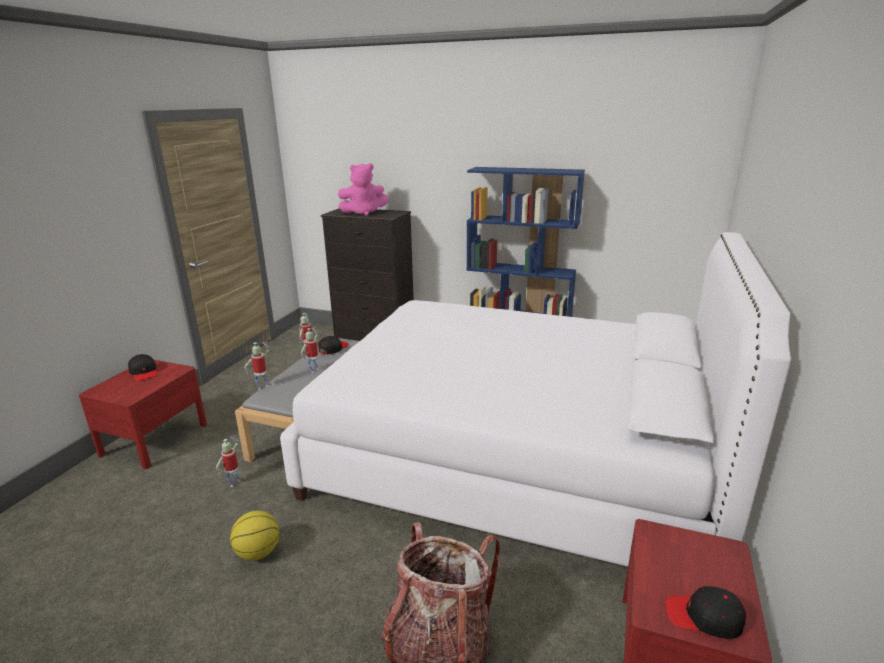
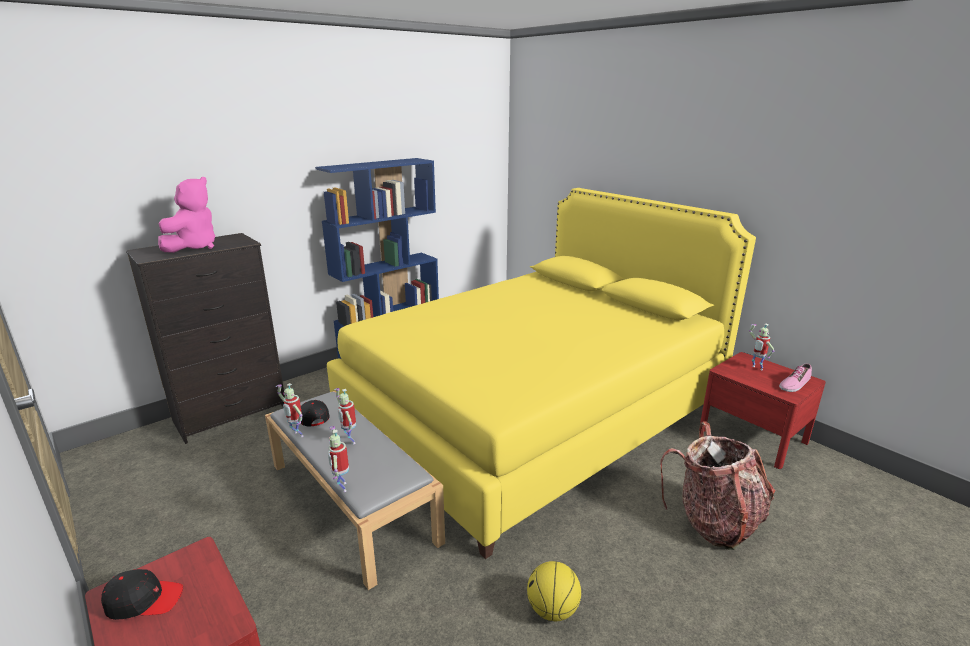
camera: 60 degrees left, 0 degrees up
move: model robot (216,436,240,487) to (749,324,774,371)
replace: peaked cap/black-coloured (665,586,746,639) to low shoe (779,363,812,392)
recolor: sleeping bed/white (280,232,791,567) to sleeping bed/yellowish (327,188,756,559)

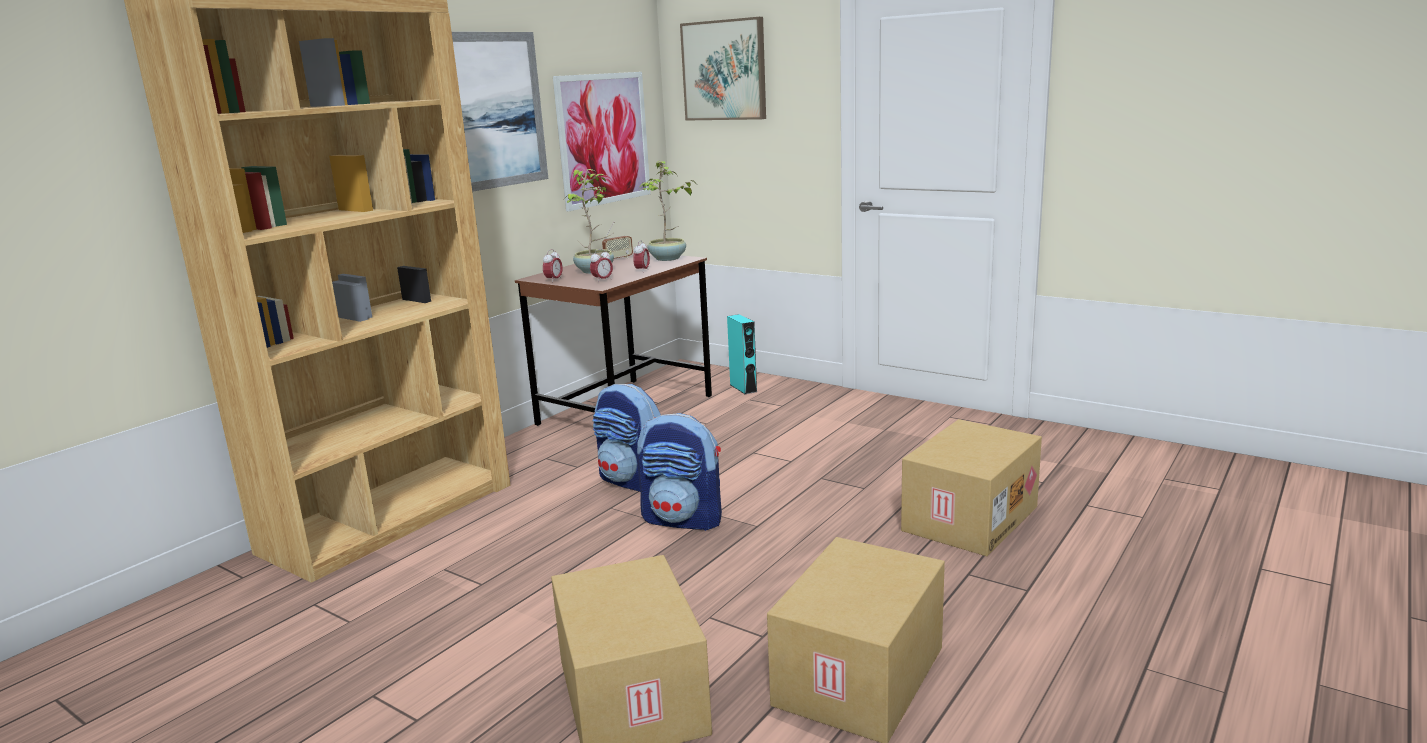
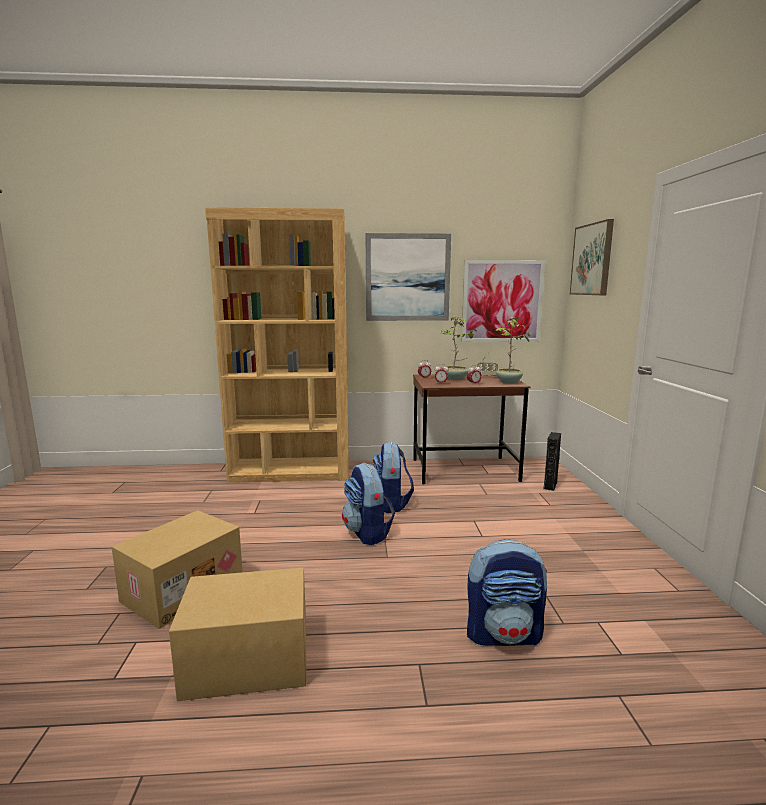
camera: 50 degrees right, 5 degrees down
replace: carton (901,419,1042,556) to backpack (467,539,547,646)
recolor: loudspeaker/blue-green (727,314,757,394) to loudspeaker/black-coloured (544,432,561,491)

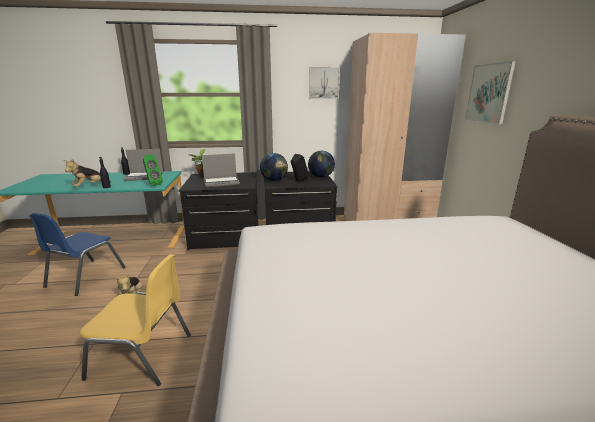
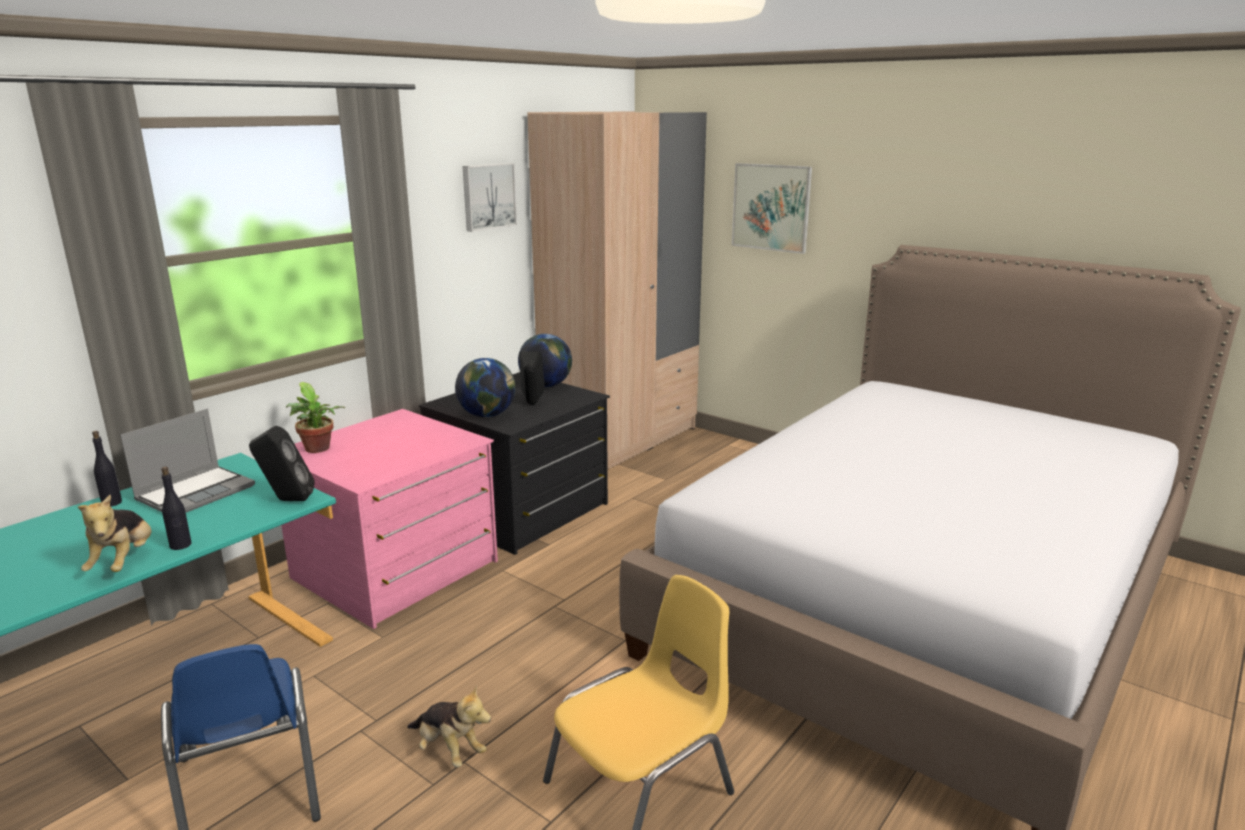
camera: 45 degrees left, 0 degrees up
delete: laptop (202,153,240,187)
recolor: loudspeaker/green-coloured (143,155,163,186) to loudspeaker/black-coloured (249,426,315,501); dresser/black-coloured (178,172,258,250) to dresser/pink-coloured (281,409,498,629)

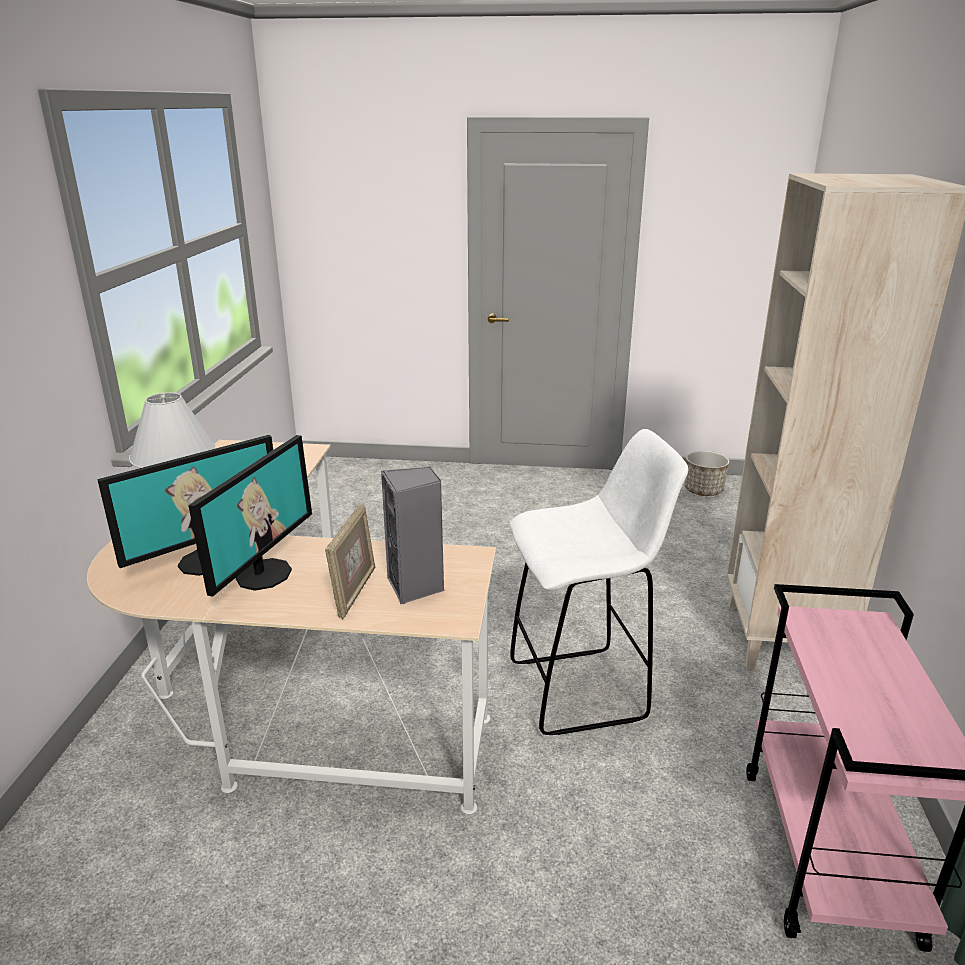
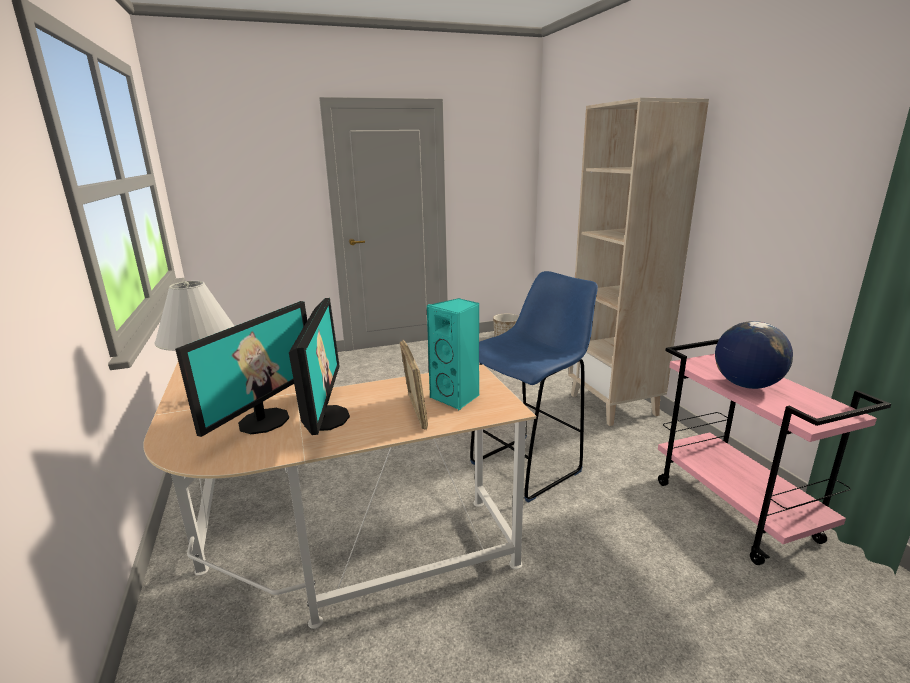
camera: 25 degrees left, 5 degrees down
insert: world globe (715,321,793,389)
recolor: stool/white (509,429,688,739) to stool/bluish (470,271,598,503); loudspeaker/greyish (381,467,444,604) to loudspeaker/blue-green (427,298,479,410)

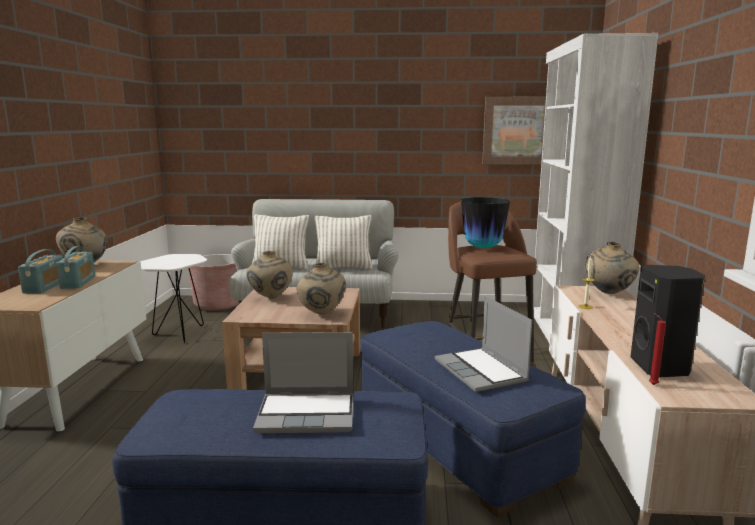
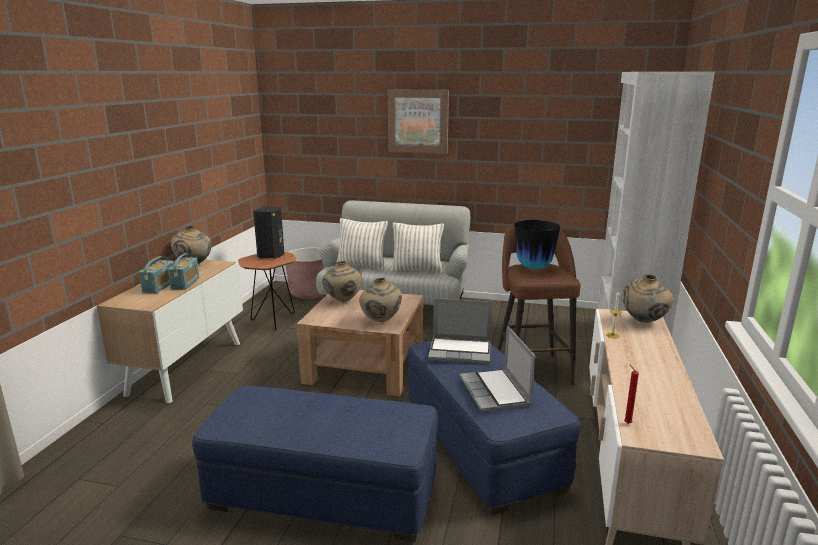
camera: 10 degrees right, 5 degrees up
move: wall picture (482,97,546,165) to (388,89,449,154); loudspeaker/black-coloured (630,265,705,377) to (253,206,284,259); laptop (253,332,354,433) to (428,298,493,364)
recolor: end table/white (140,254,207,343) to end table/brown-coloured (238,252,297,330)

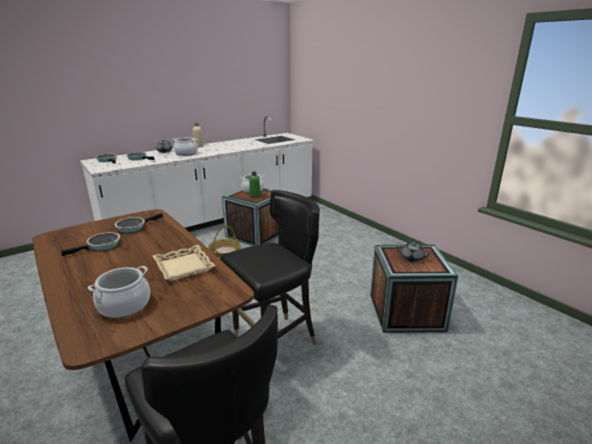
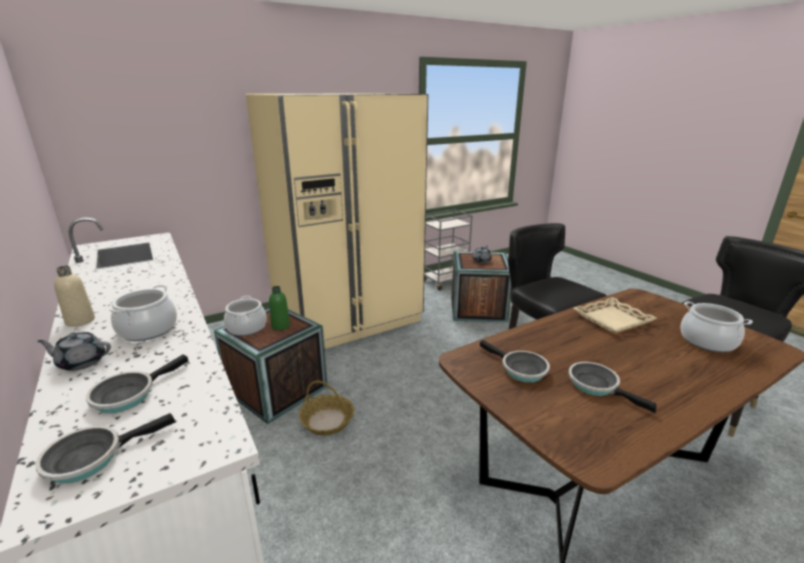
camera: 85 degrees left, 0 degrees up
insert: fridge/sand-coloured (246,93,428,349); cart/greyish (424,209,472,290)

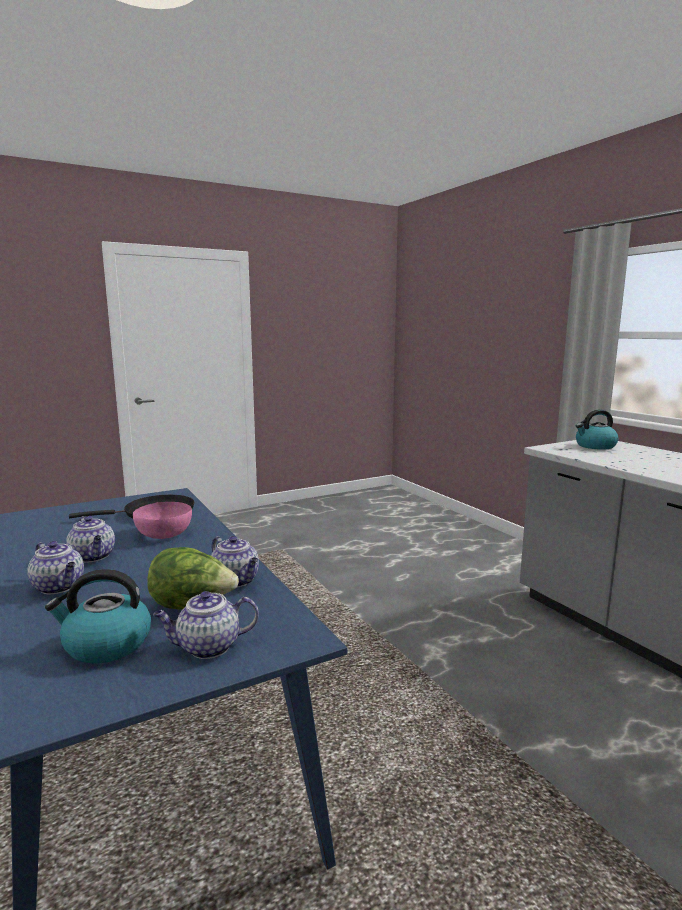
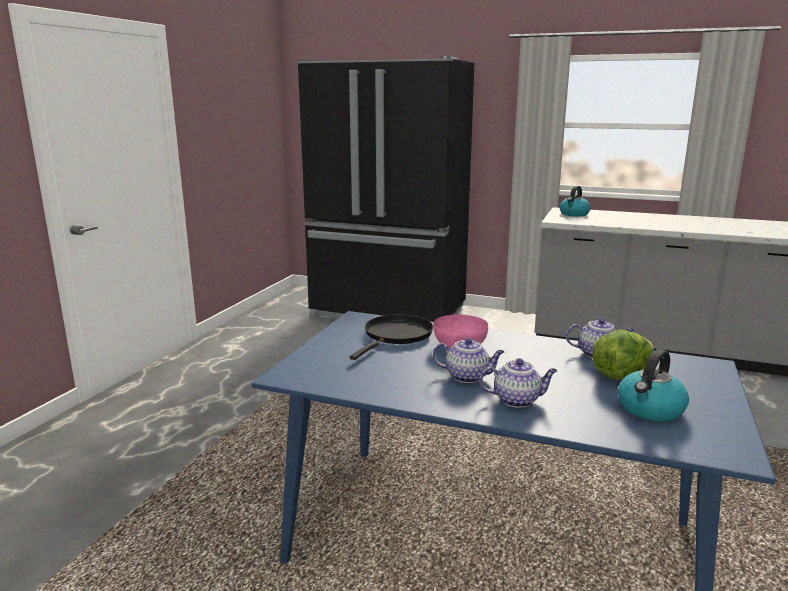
camera: 40 degrees left, 5 degrees up
delete: tea pot (153,591,259,659)
insert: fridge/black-coloured (297,56,475,322)

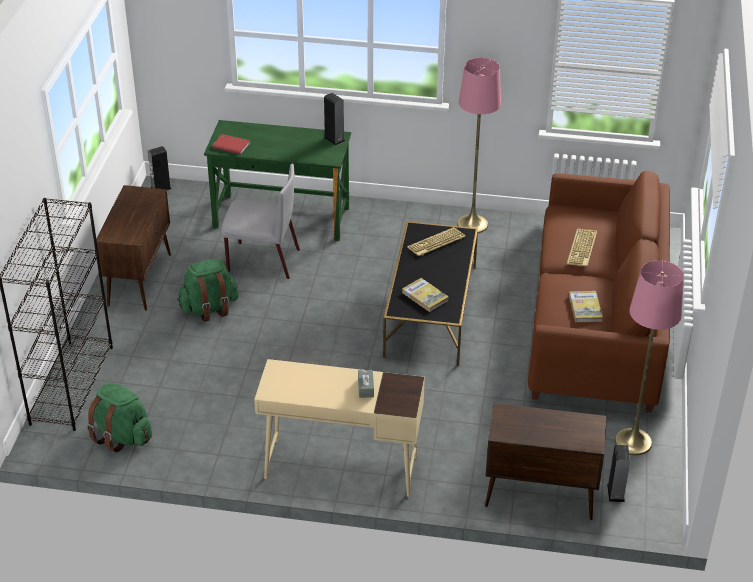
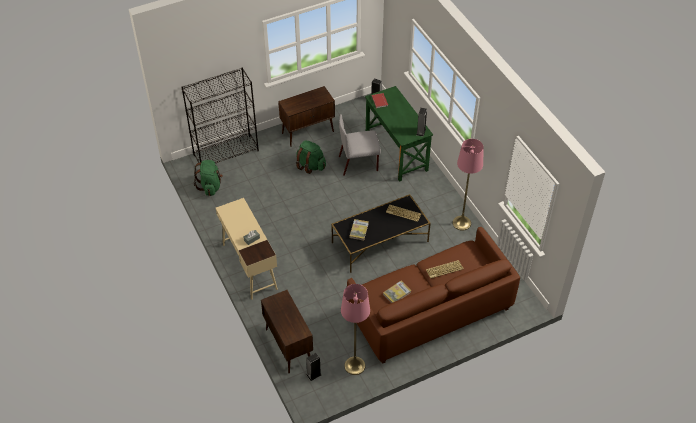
camera: 55 degrees right, 10 degrees up
rotate: chair/greyish (221,164,300,279) = (339,114,381,176) 105 degrees clockwise

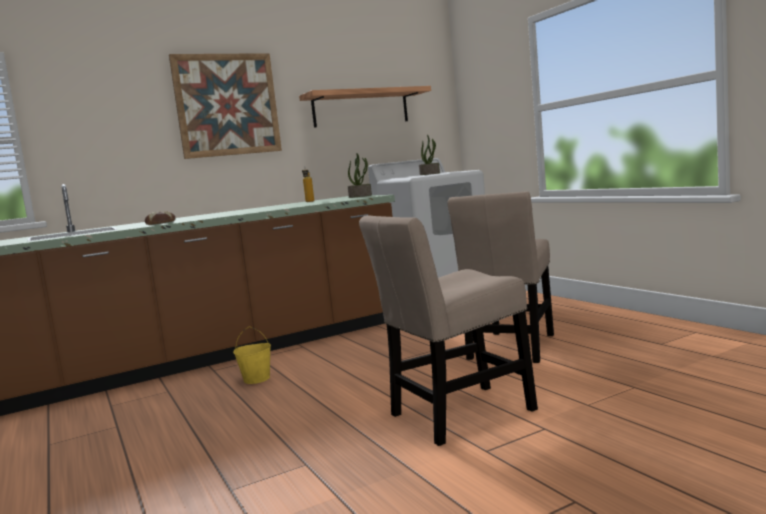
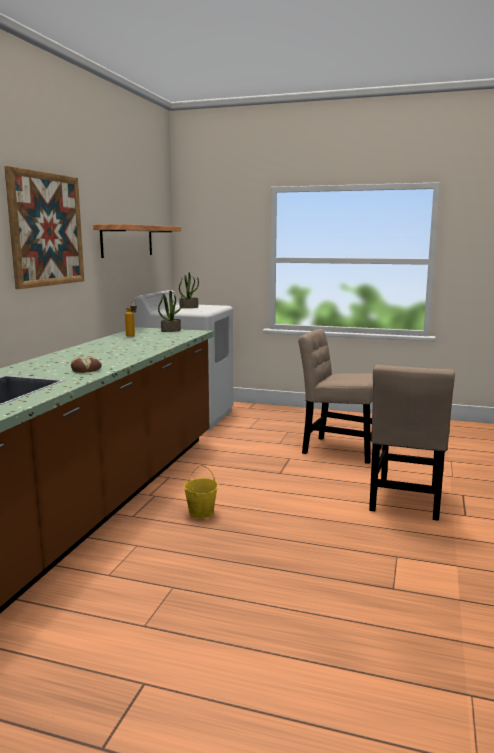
camera: 45 degrees left, 5 degrees up
rotate: chair/sand-coloured (447,191,554,363) = (298,329,381,464) 135 degrees clockwise

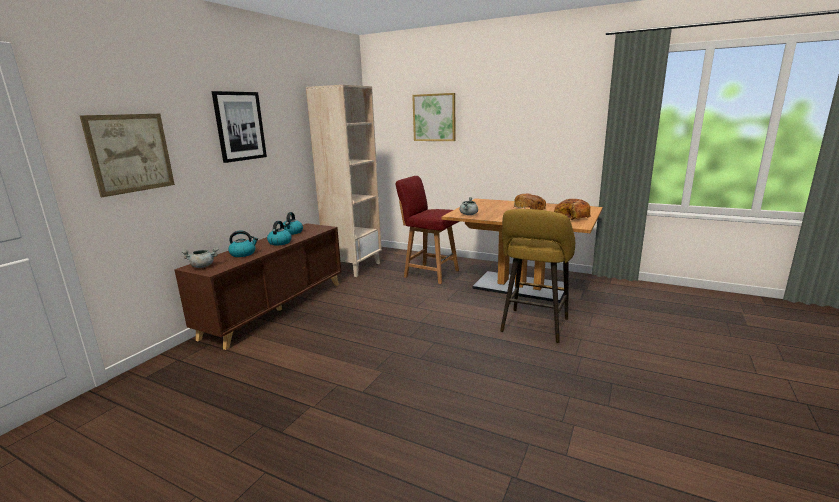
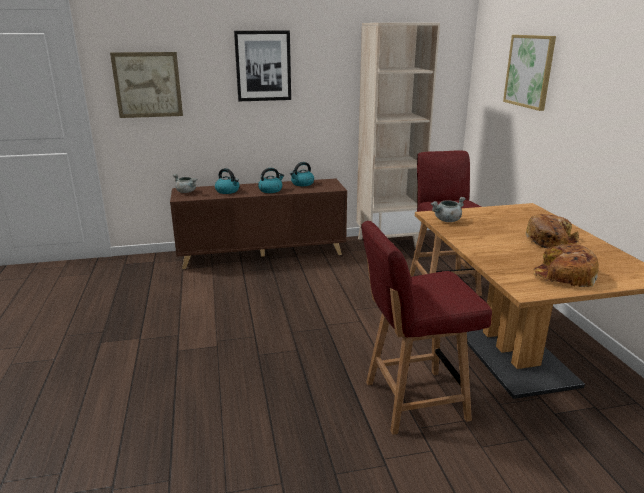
camera: 50 degrees right, 5 degrees up
replace: stool/yellowish (500,209,575,343) to chair/reddish (361,221,492,435)

